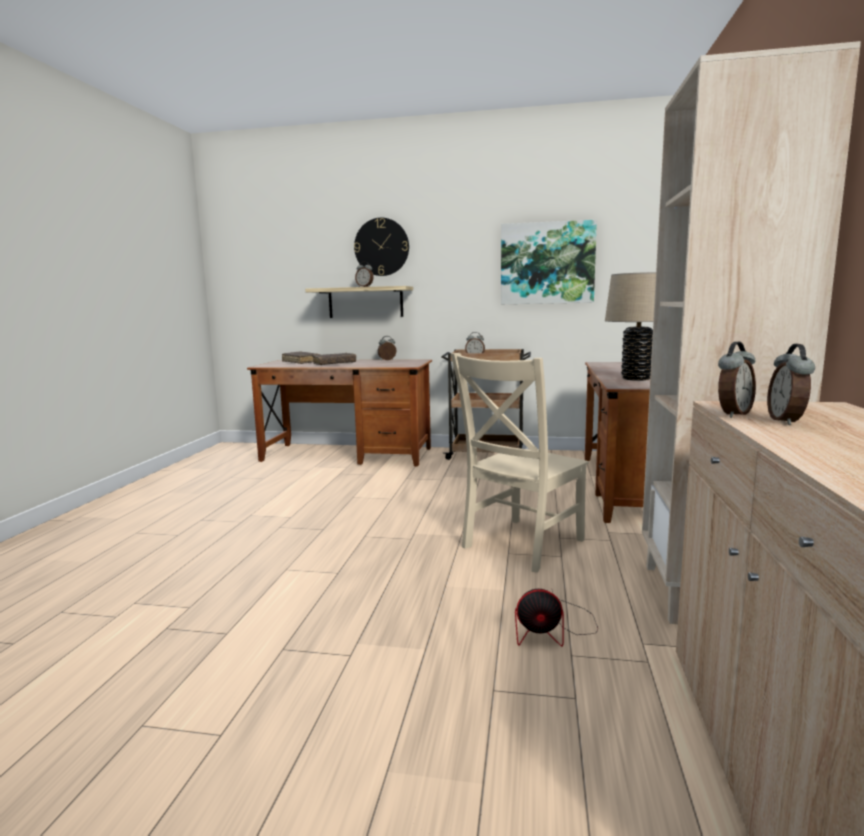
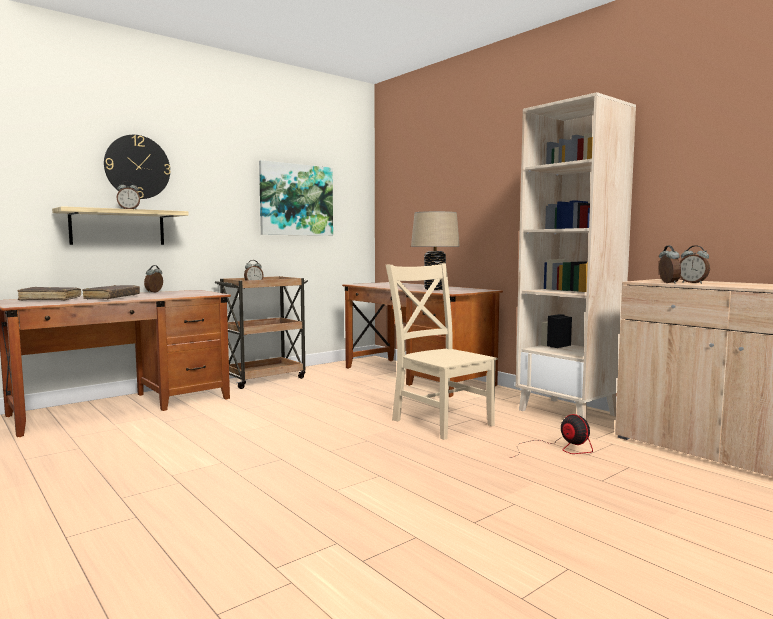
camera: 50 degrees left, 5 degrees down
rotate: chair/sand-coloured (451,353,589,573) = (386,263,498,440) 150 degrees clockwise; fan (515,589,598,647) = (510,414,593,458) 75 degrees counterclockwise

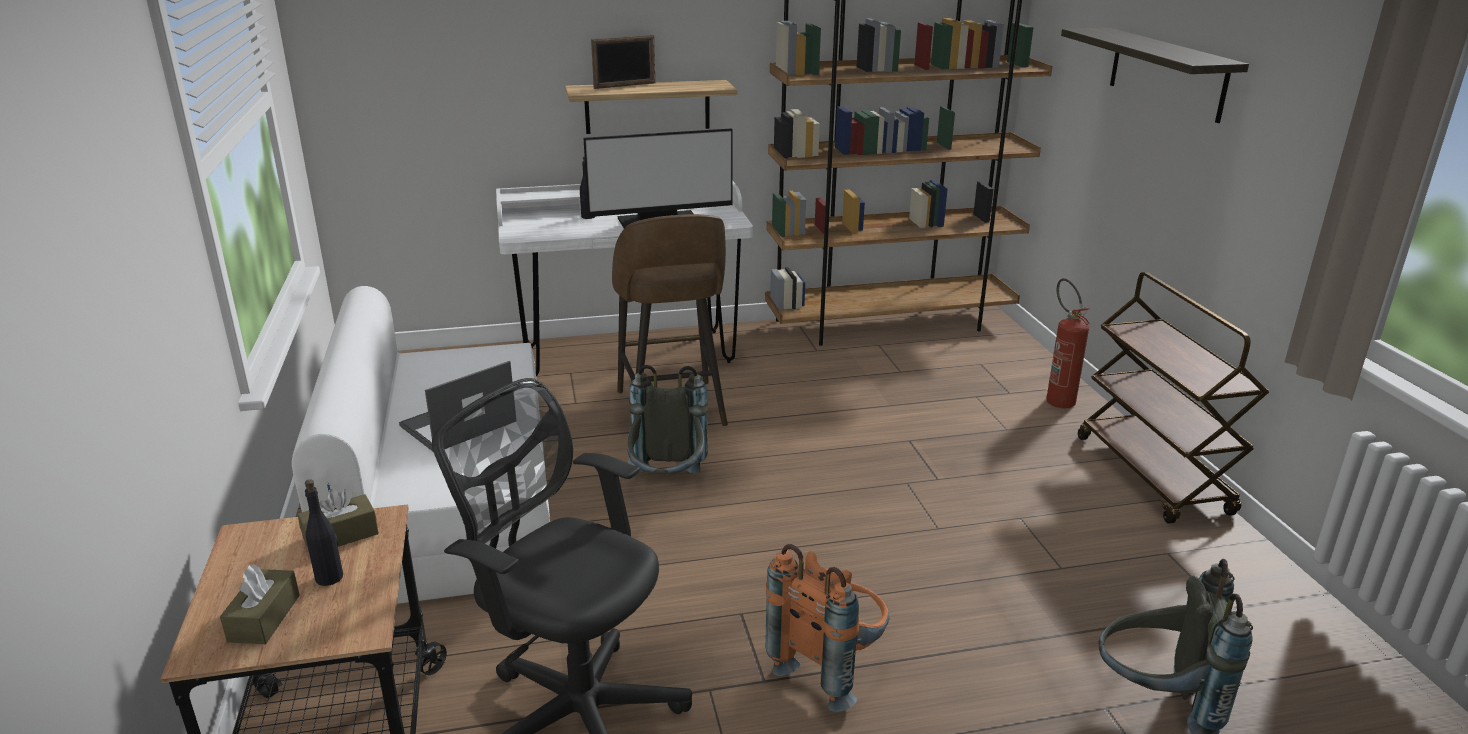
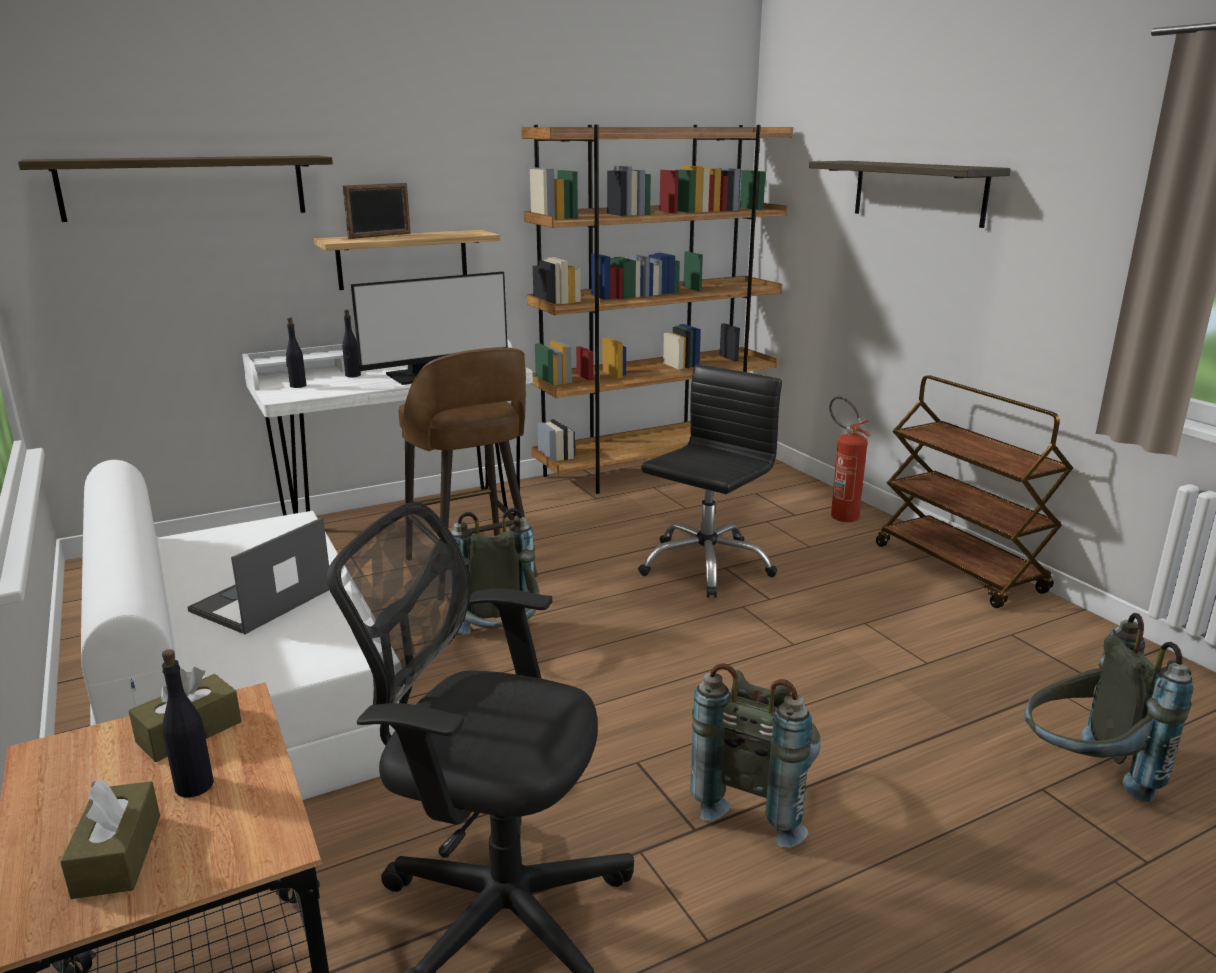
camera: 15 degrees left, 5 degrees down
insert: shelf (18,155,333,222); drink bottle/black-coloured (286,317,306,388); desk chair/black-coloured (638,365,782,598)
recolor: backpack/orange (765,544,890,712) to backpack/greyish (690,663,821,847)

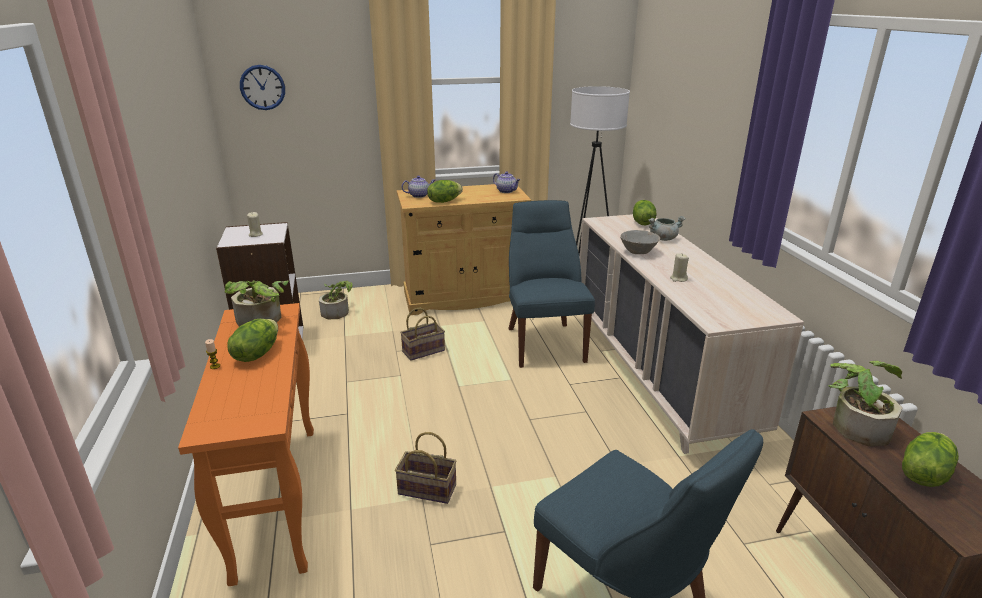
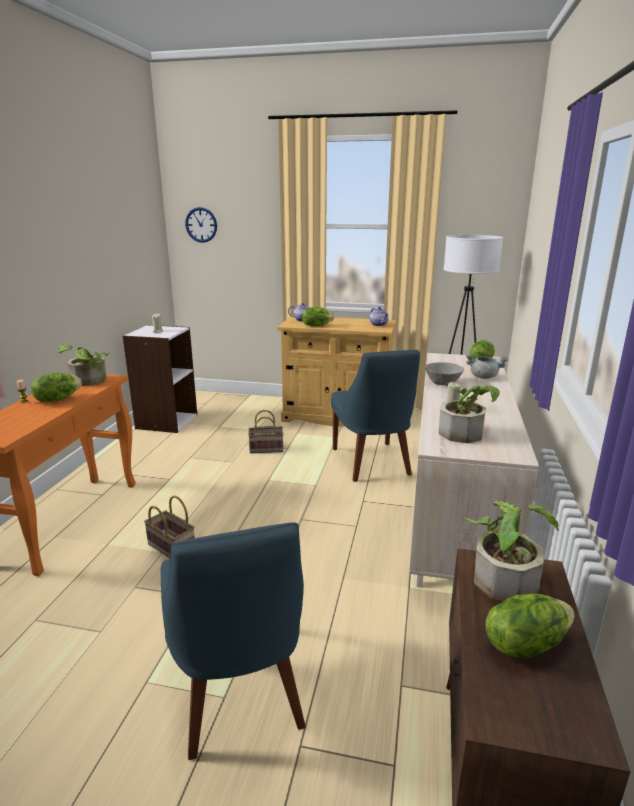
camera: 25 degrees right, 5 degrees down
move: potted plant (319,281,353,319) to (439,385,500,443)
rotate: chair/bluish (509,200,595,368) = (331,350,420,482) 150 degrees clockwise

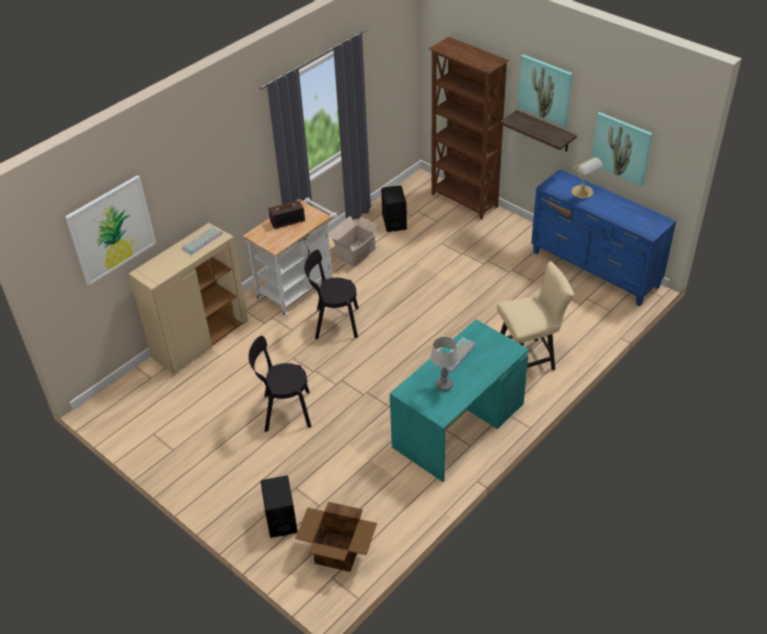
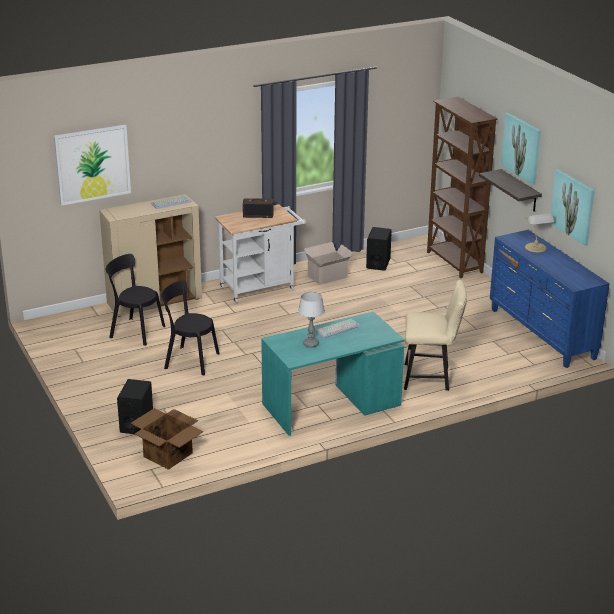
camera: 20 degrees right, 15 degrees down
move: chair/black-coloured (304,250,359,339) to (106,254,165,346)

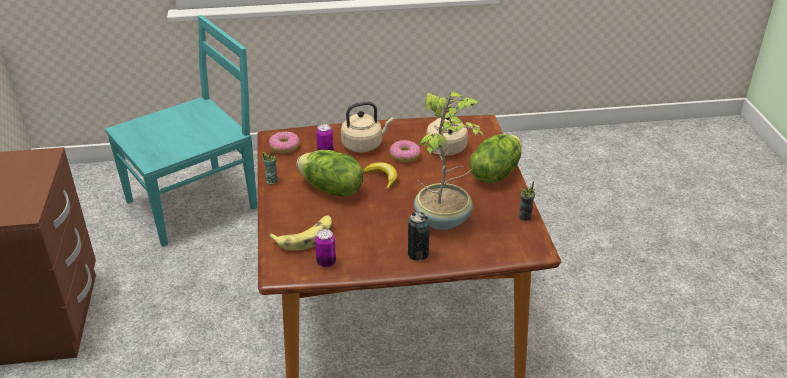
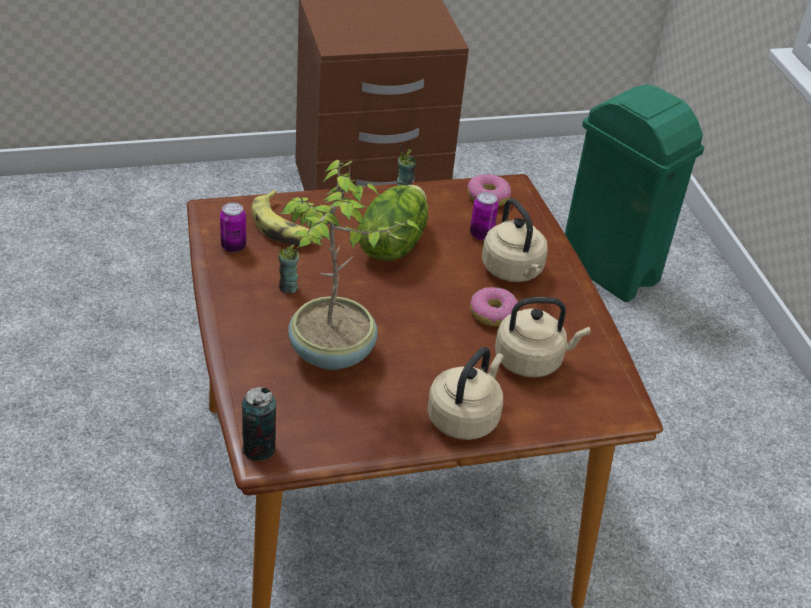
camera: 80 degrees right, 5 degrees up
delete: banana (363,162,397,190)
move: cup (519,182,536,221) to (278,244,299,293); sealed can (408,212,430,261) to (242,387,276,461)
replace: chair/blue-green (105,15,257,247) to waste bin/green-coloured (565,84,705,302); lettuce (469,134,522,183) to kettle/sand-coloured (427,347,504,440)

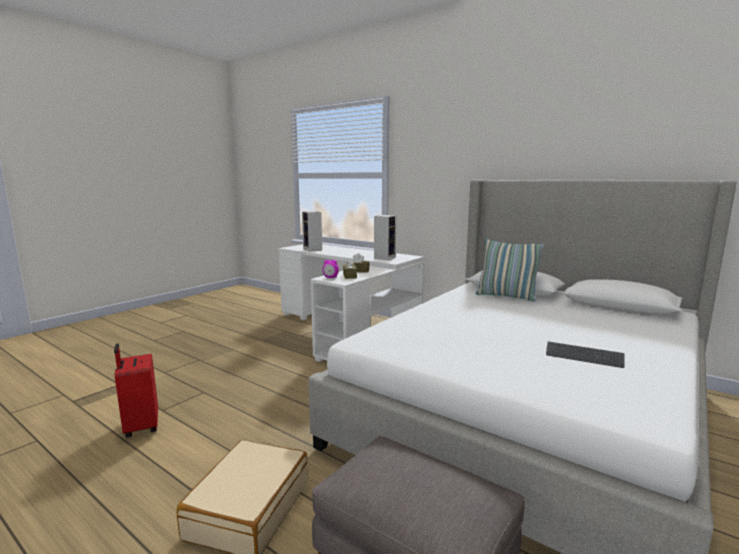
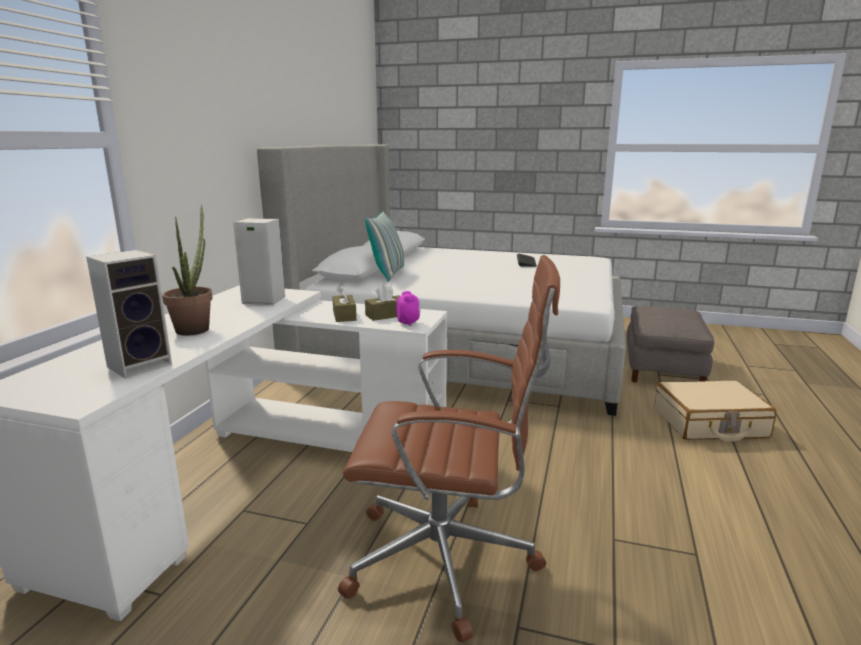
camera: 110 degrees left, 5 degrees up
delete: piece of luggage/reddish (114,343,158,438)
insert: potted plant (162,205,213,336); desk chair/brown-coloured (338,255,560,643)

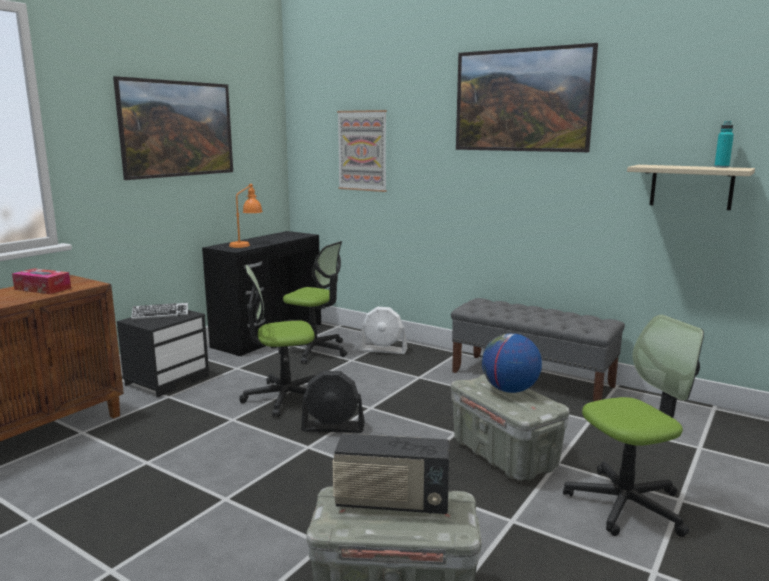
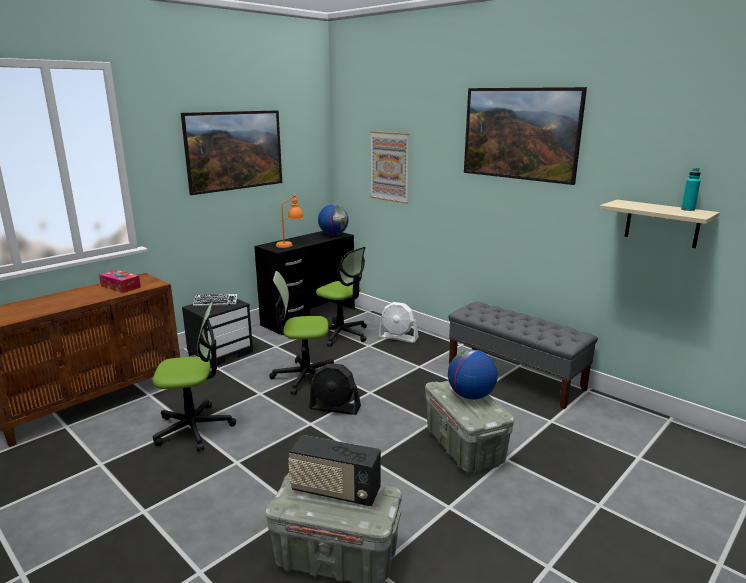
camera: 10 degrees right, 5 degrees up
insert: world globe (318,204,349,235)
move: desk chair (563,315,704,537) to (153,302,236,451)

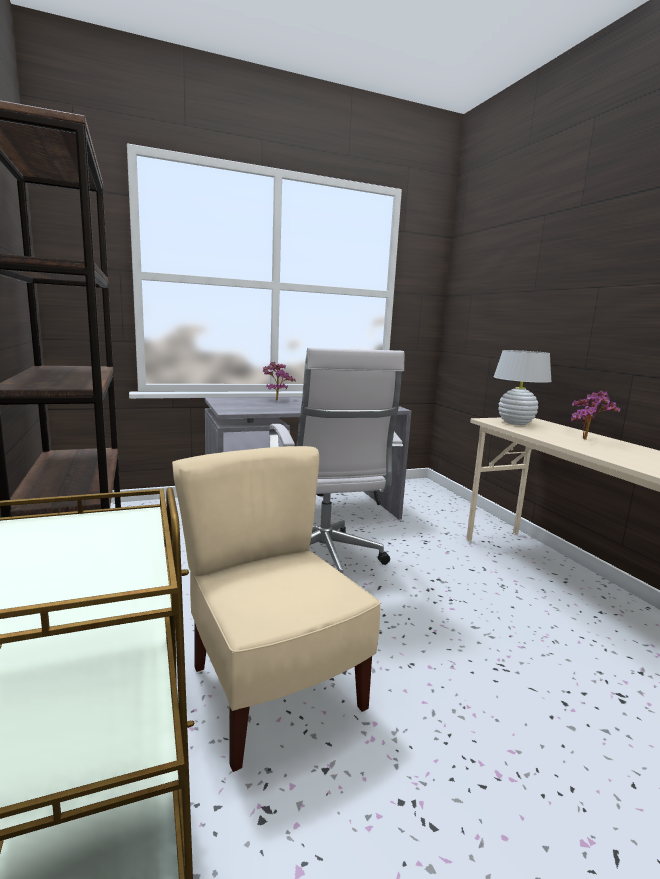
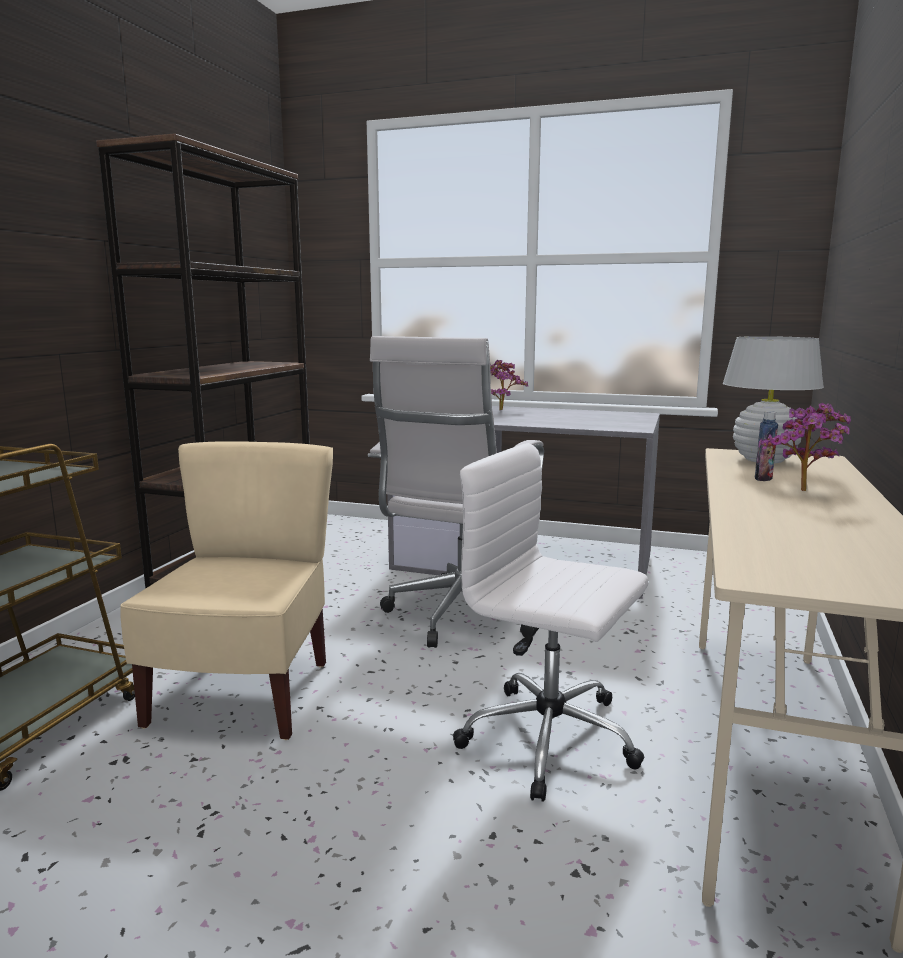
camera: 40 degrees right, 0 degrees up
insert: drink bottle (755,411,778,481); desk chair/white (453,443,648,802)

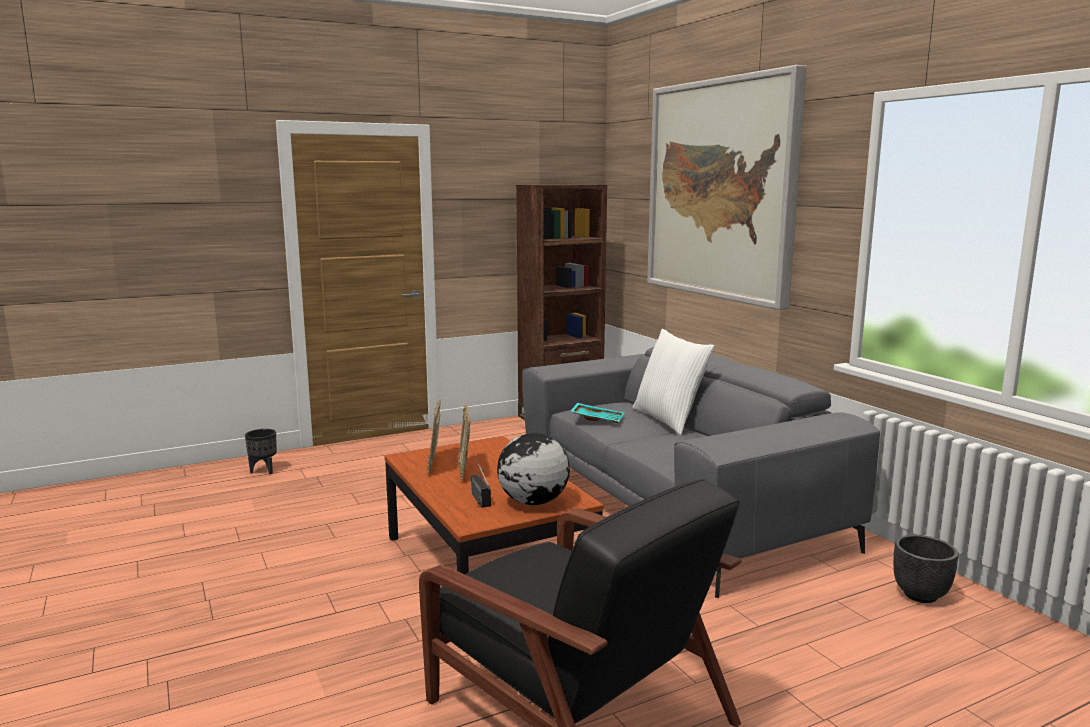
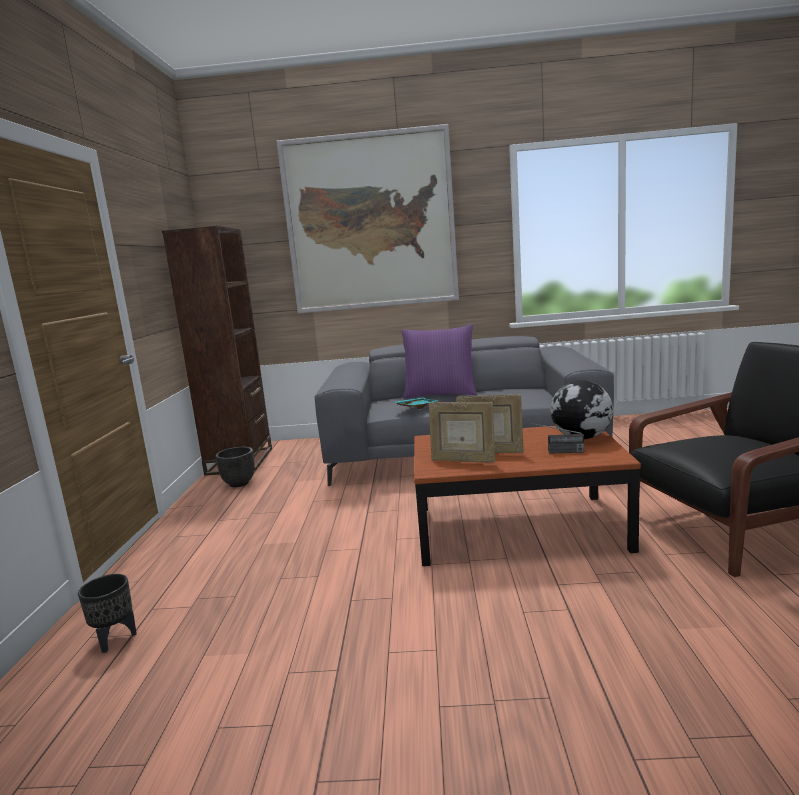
camera: 60 degrees left, 0 degrees up
move: plant pot/black-coloured (893,535,959,603) to (216,447,255,487)
recolor: pillow/white (633,329,714,435) to pillow/purple (401,324,477,399)

